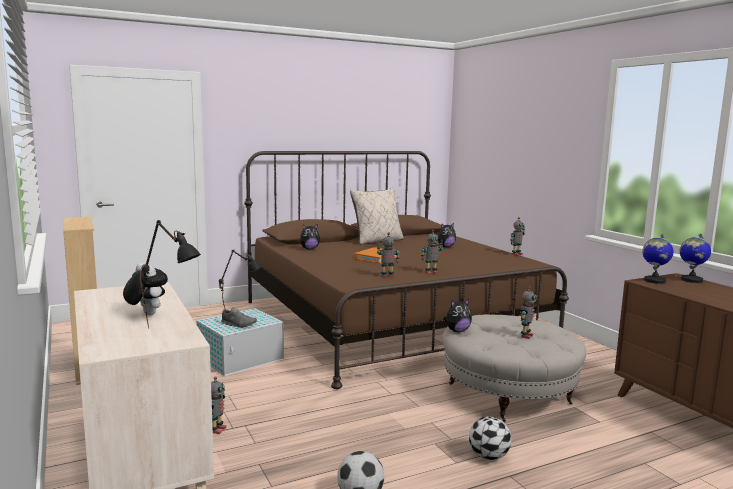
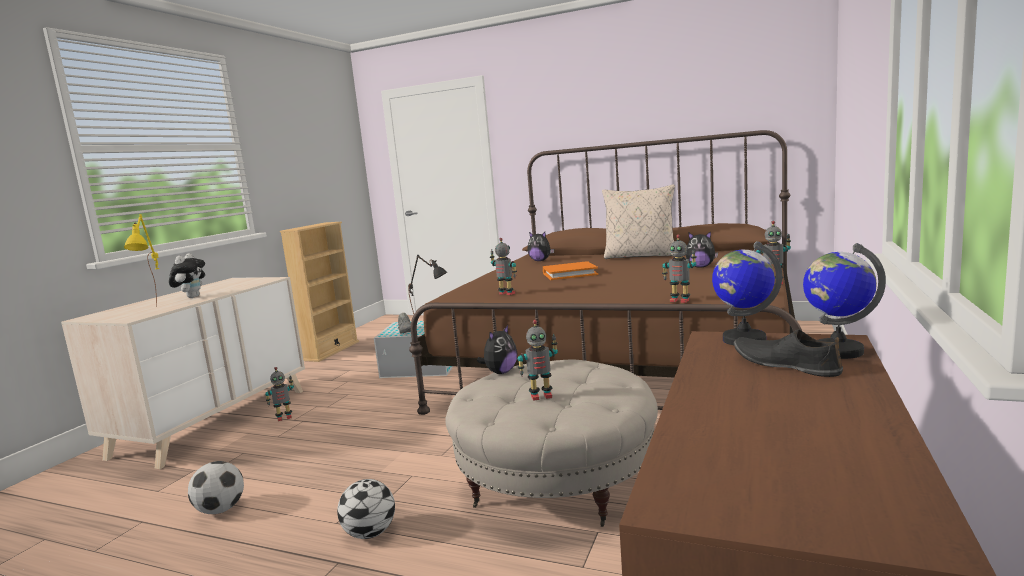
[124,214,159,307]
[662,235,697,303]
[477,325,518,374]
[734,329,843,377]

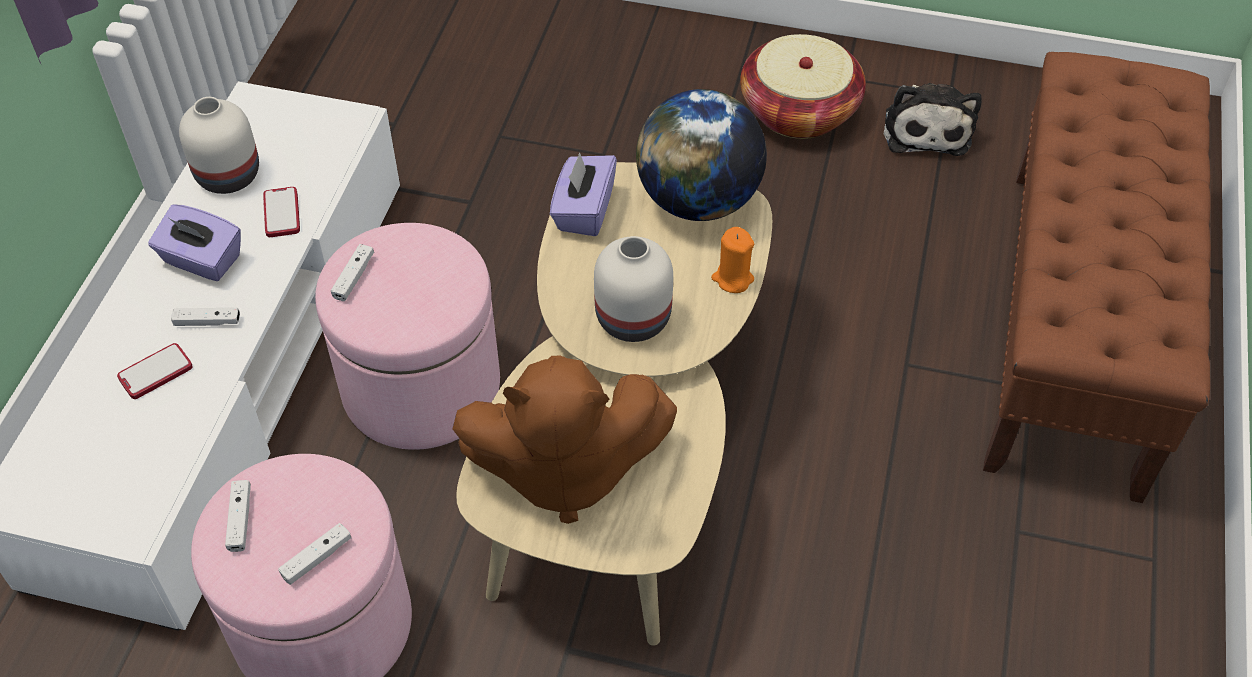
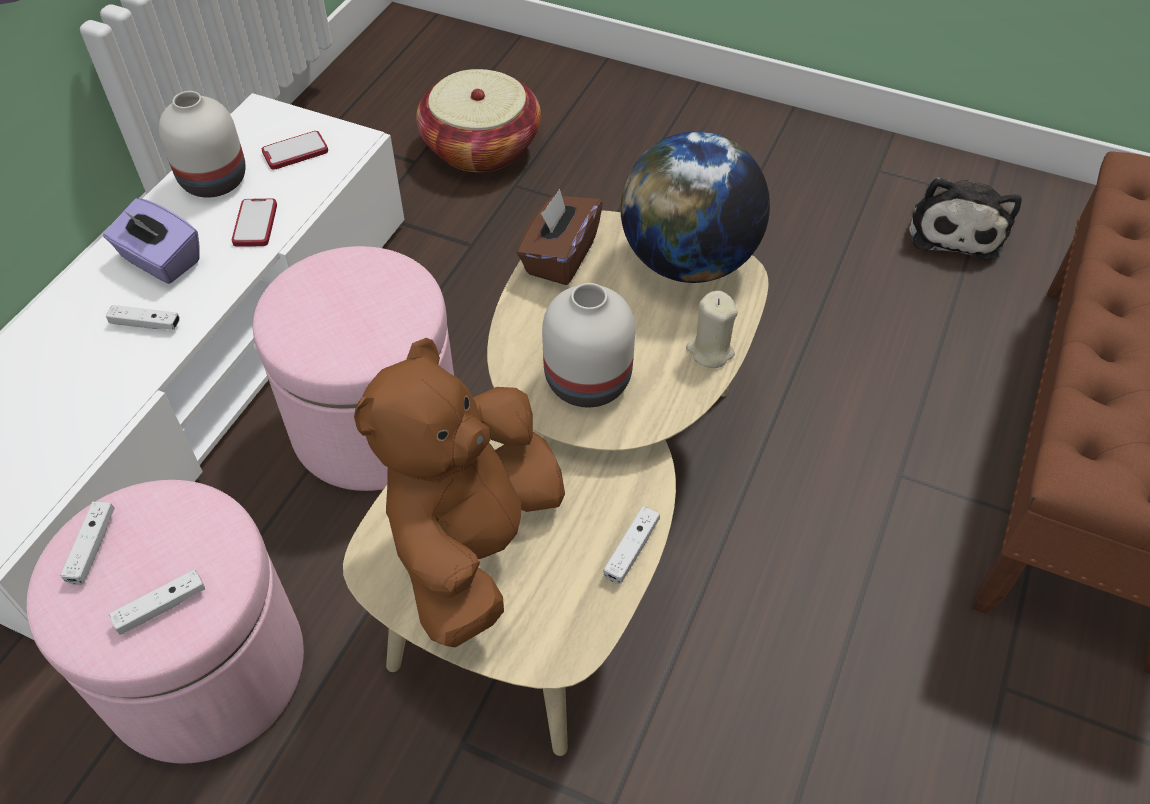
[262,131,328,170]
[604,506,660,584]
[354,338,565,648]
[517,188,603,285]
[686,291,738,368]
[416,69,541,172]

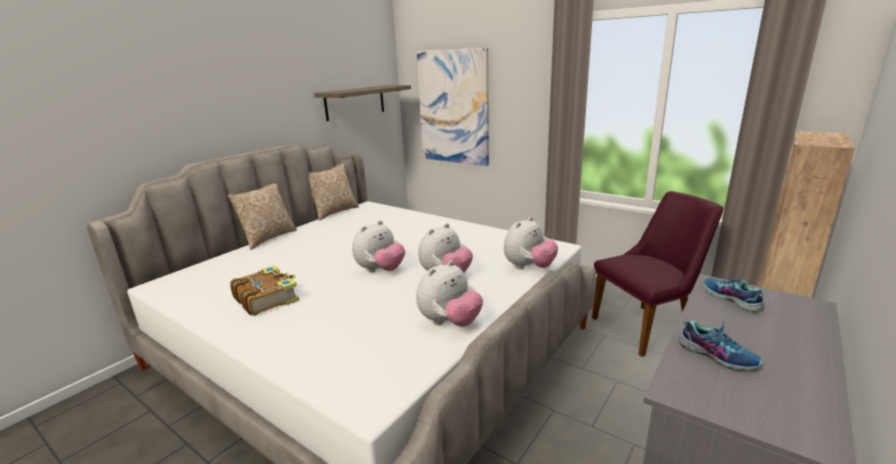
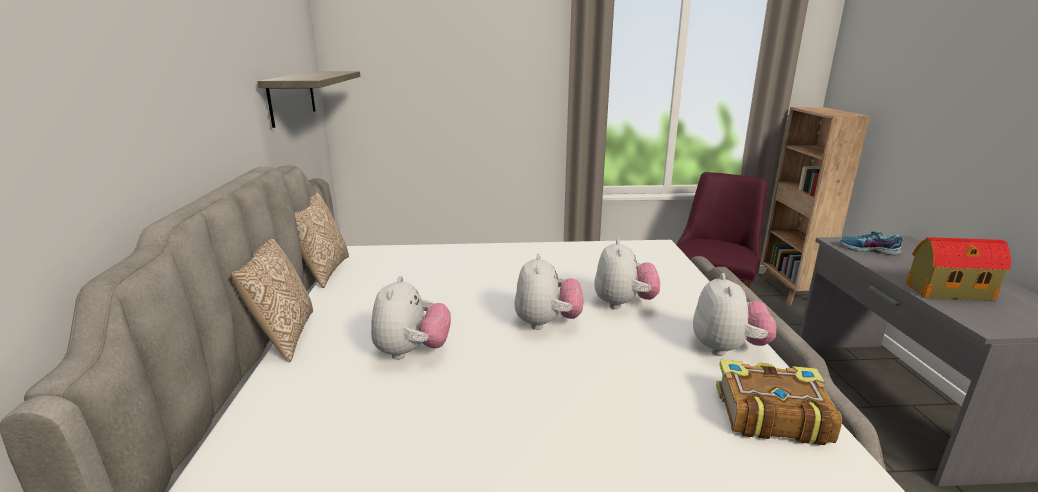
[716,360,842,445]
[417,48,489,166] (first image)
[371,276,451,360]
[906,237,1011,301]

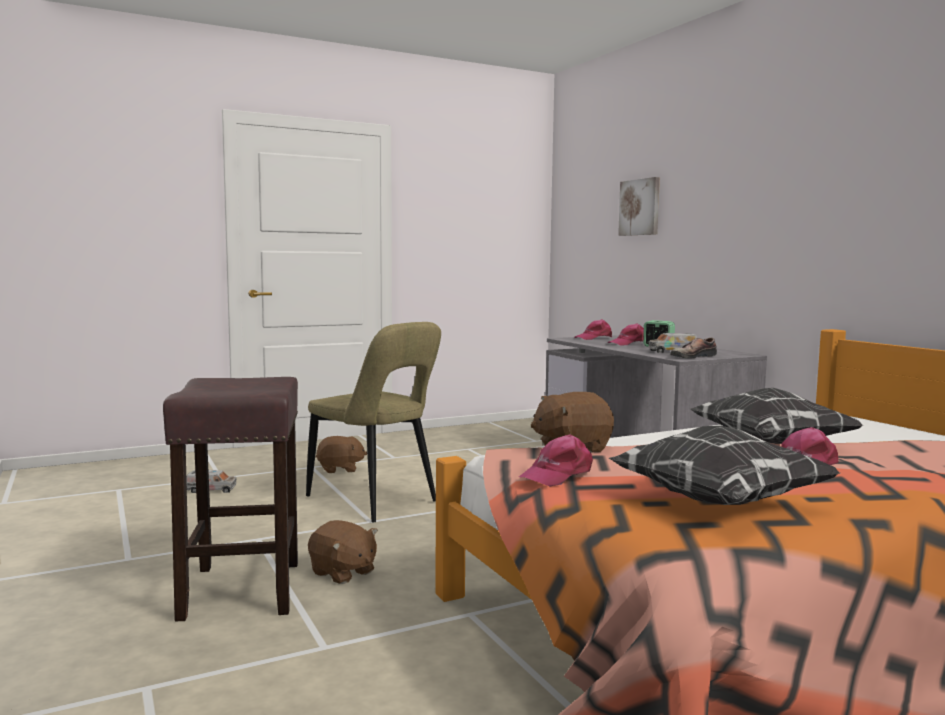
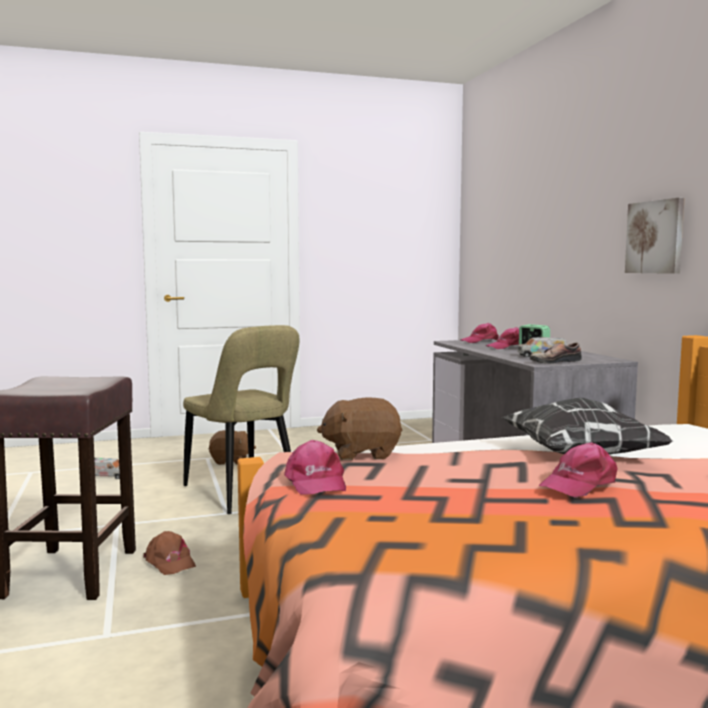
[143,531,196,575]
[284,440,346,495]
[609,426,840,505] (first image)
[625,198,684,274]

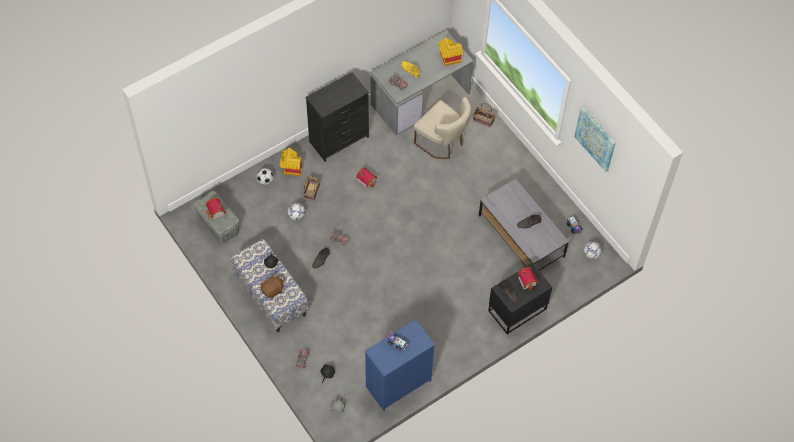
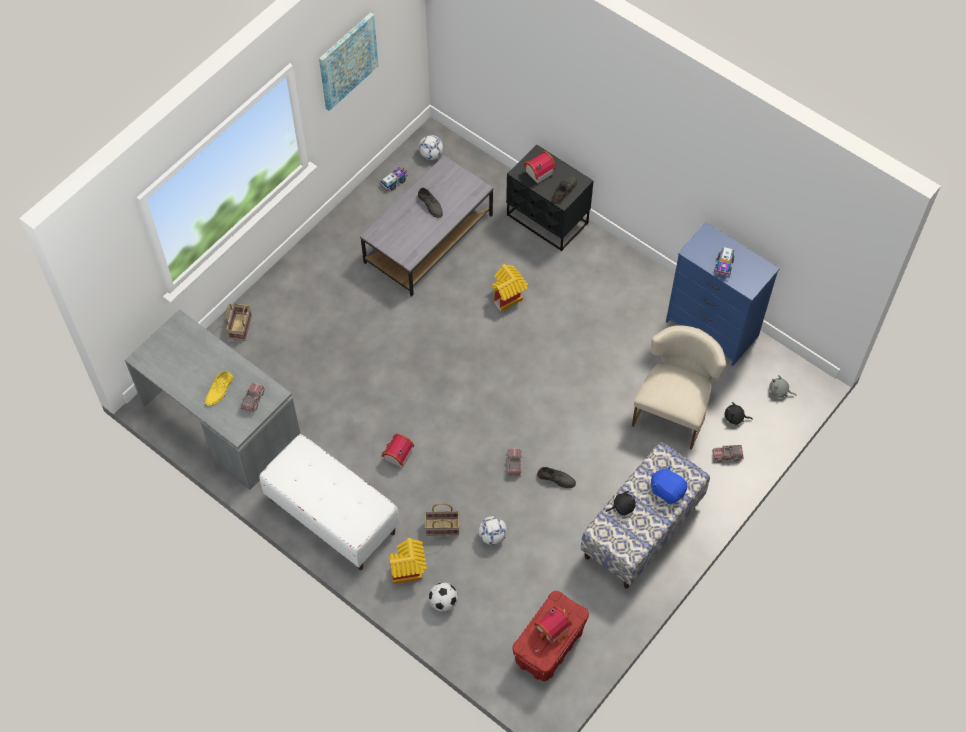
[513,591,589,681]
[651,465,688,504]
[259,434,399,570]
[632,325,726,450]
[492,264,528,311]

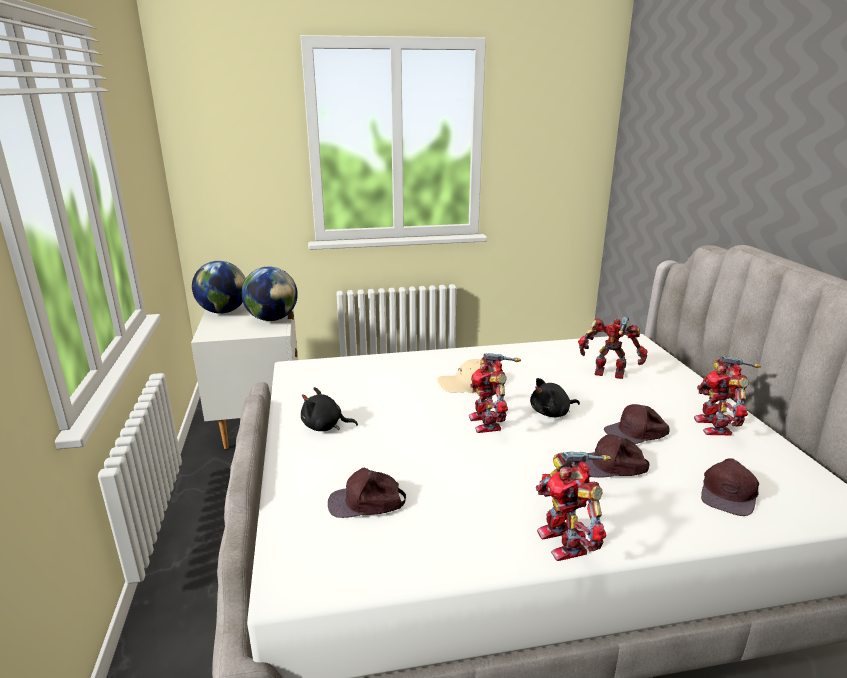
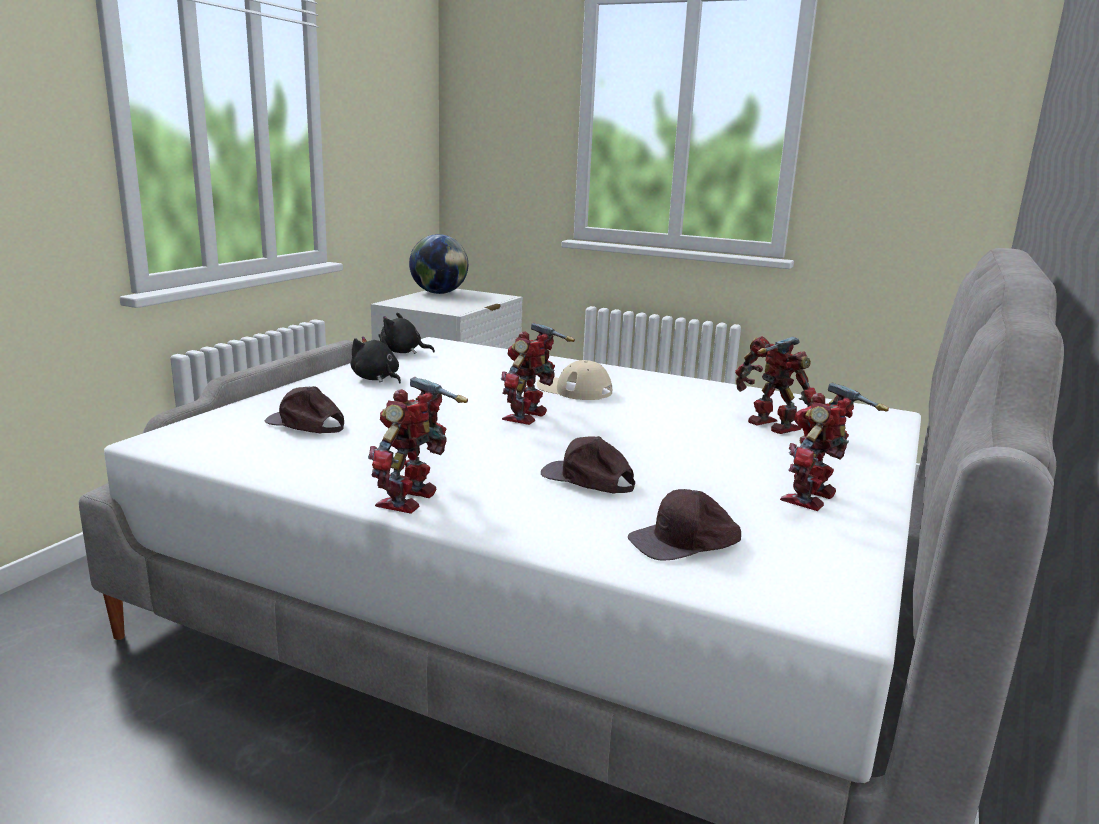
[241,267,298,321] (first image)
[381,313,435,354]
[604,404,670,444] (first image)

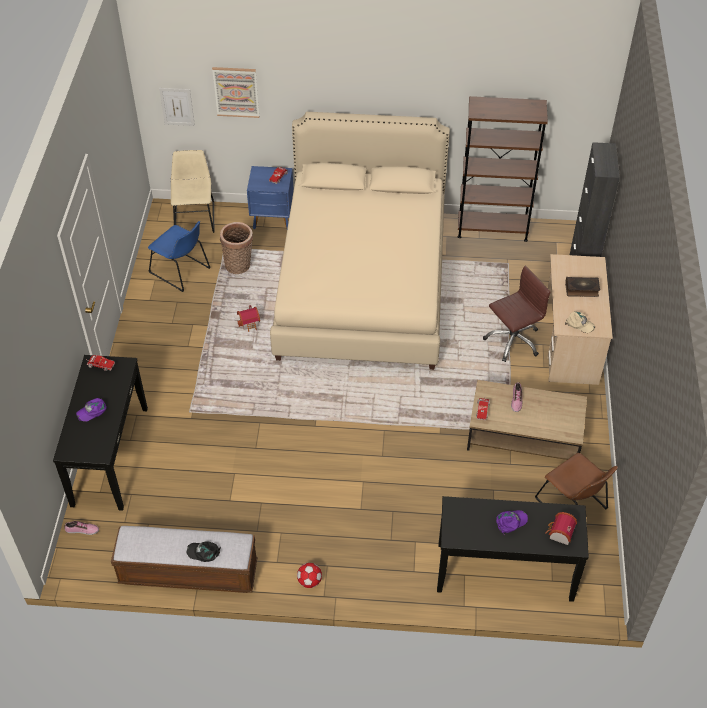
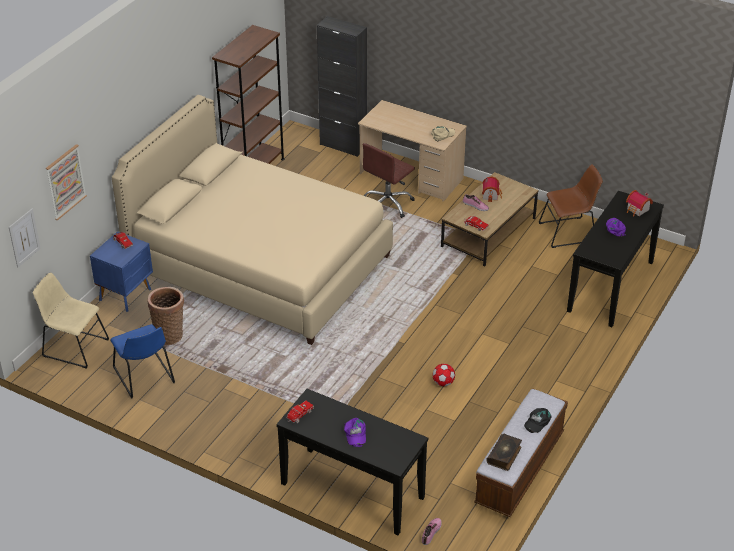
[110,324,175,399]
[482,176,502,202]
[432,364,455,386]
[363,143,415,218]
[486,434,522,471]

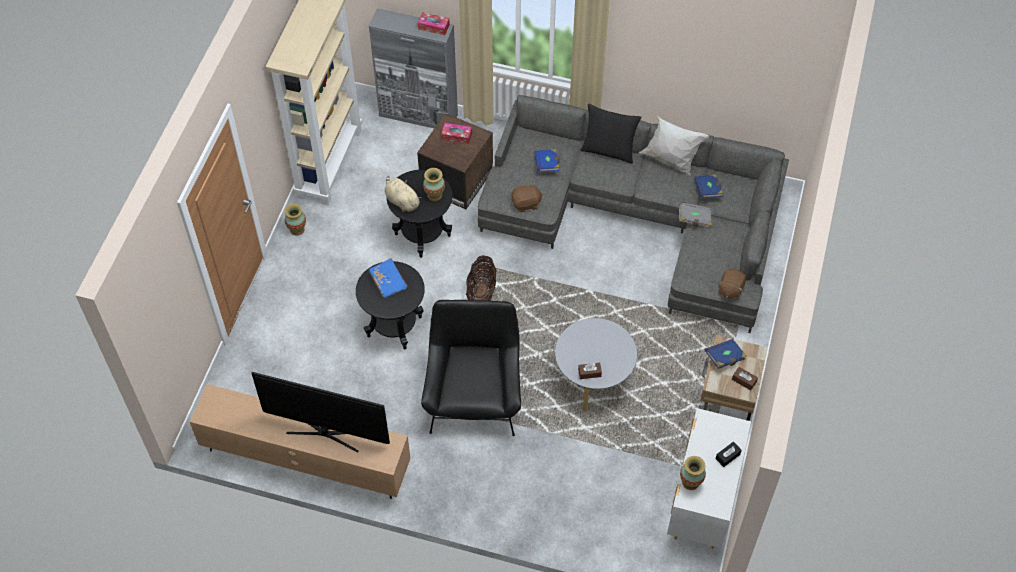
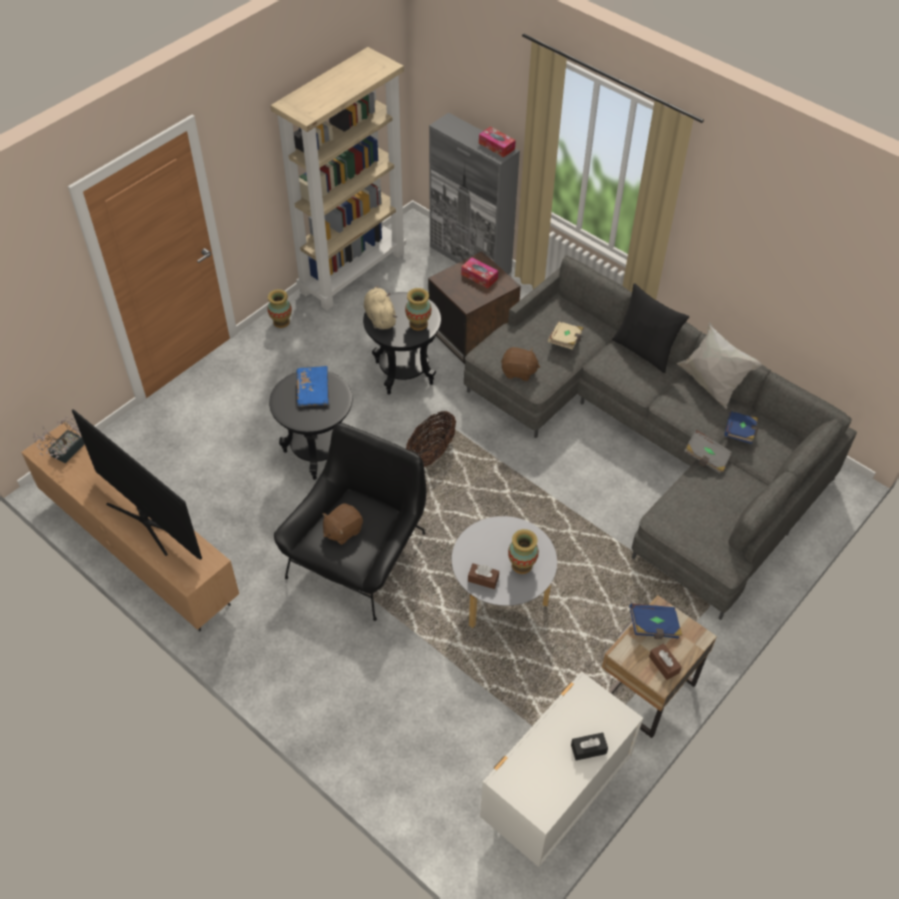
[548,322,583,350]
[508,529,539,574]
[322,504,363,545]
[33,416,85,463]

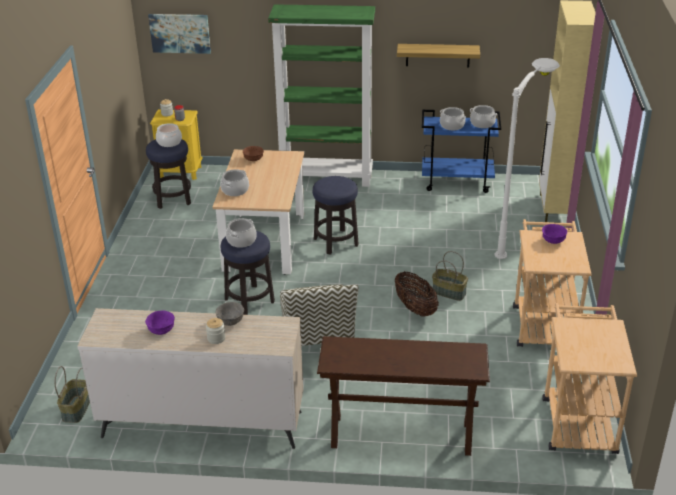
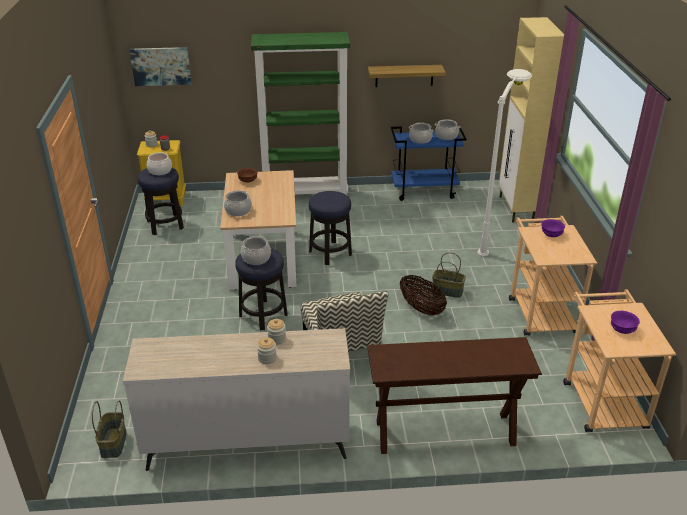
[611,311,640,334]
[267,319,286,345]

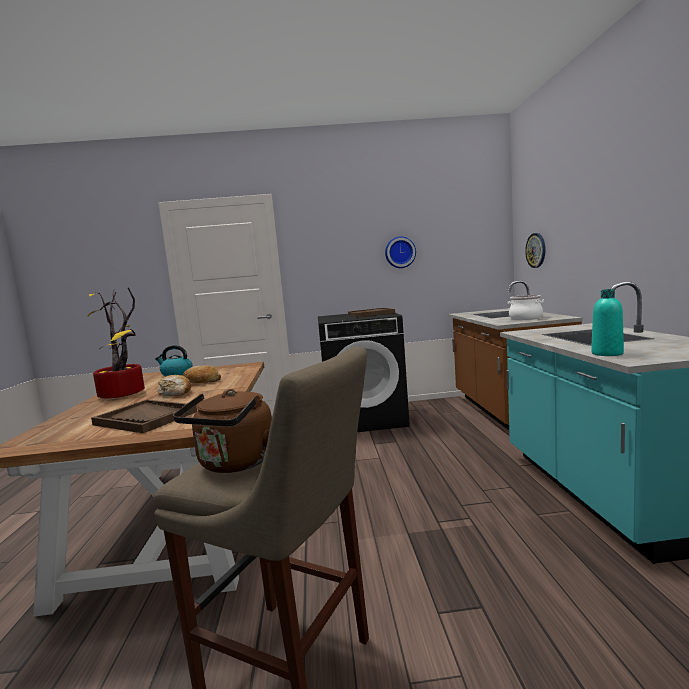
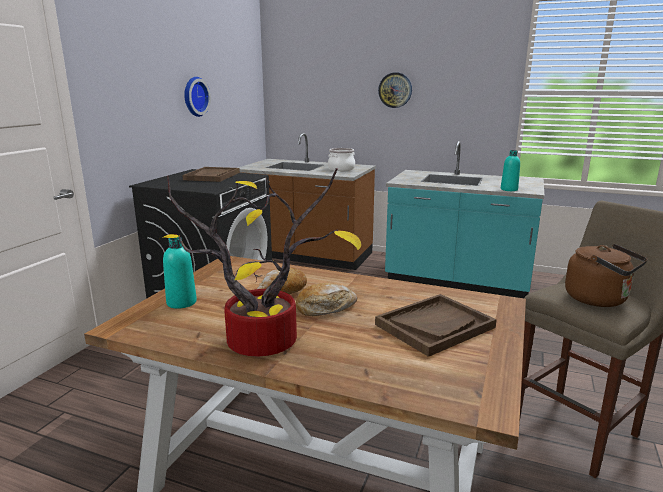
[163,237,197,309]
[378,72,412,108]

